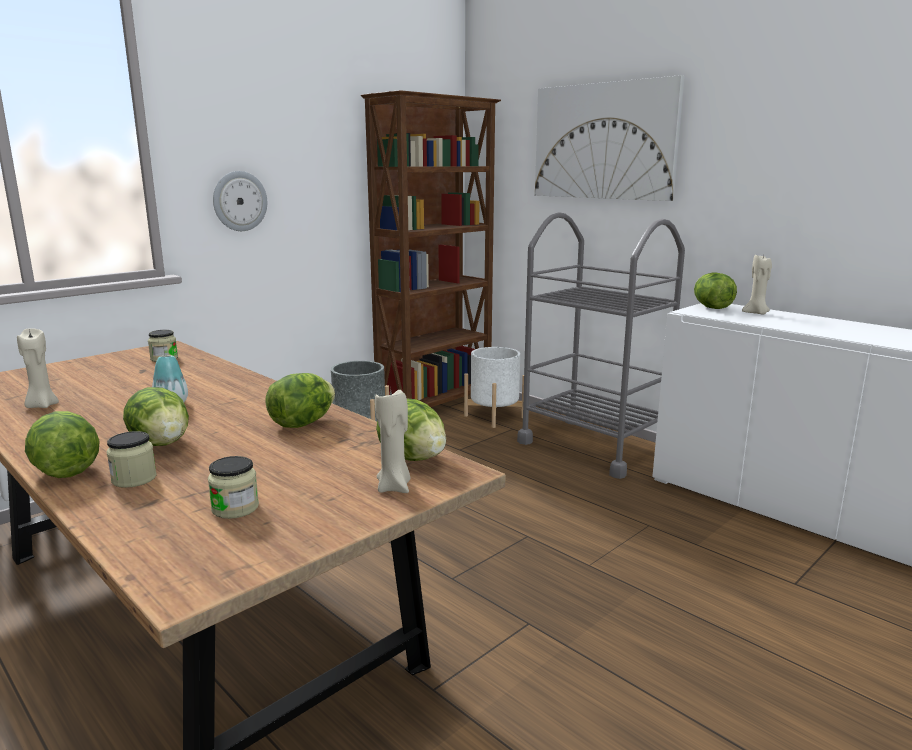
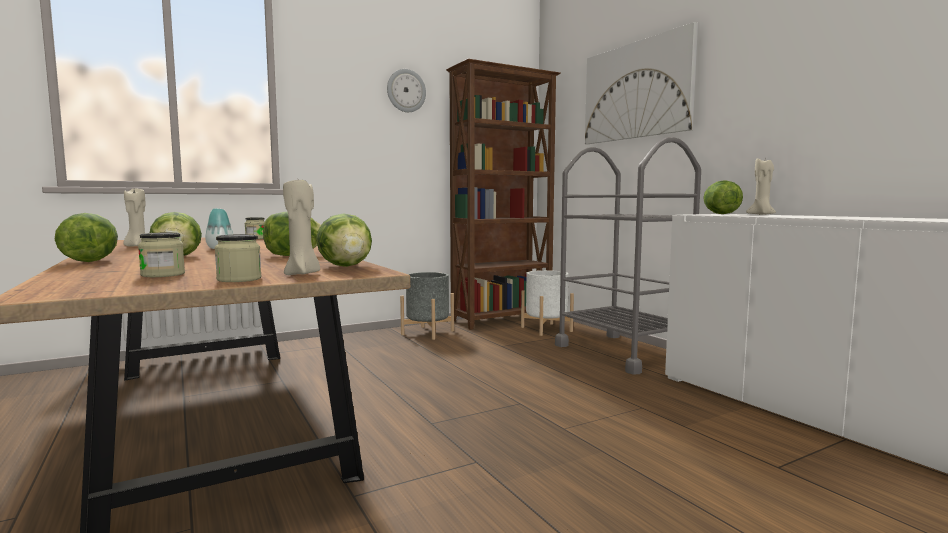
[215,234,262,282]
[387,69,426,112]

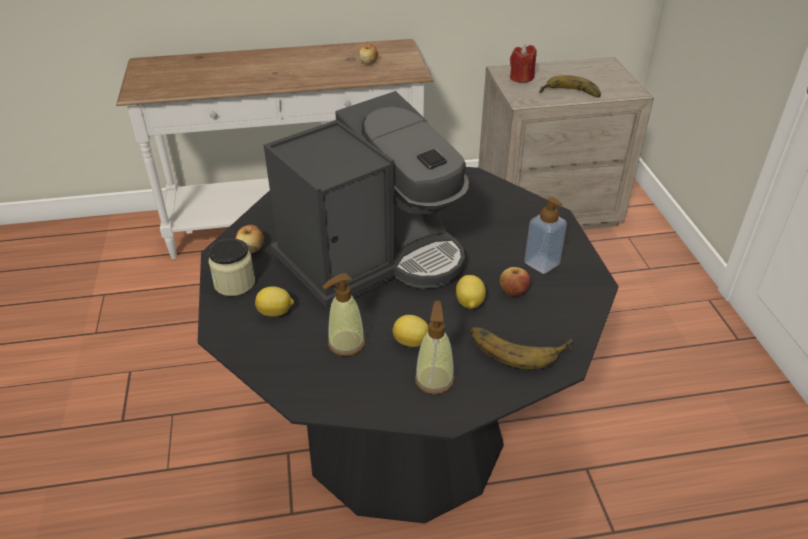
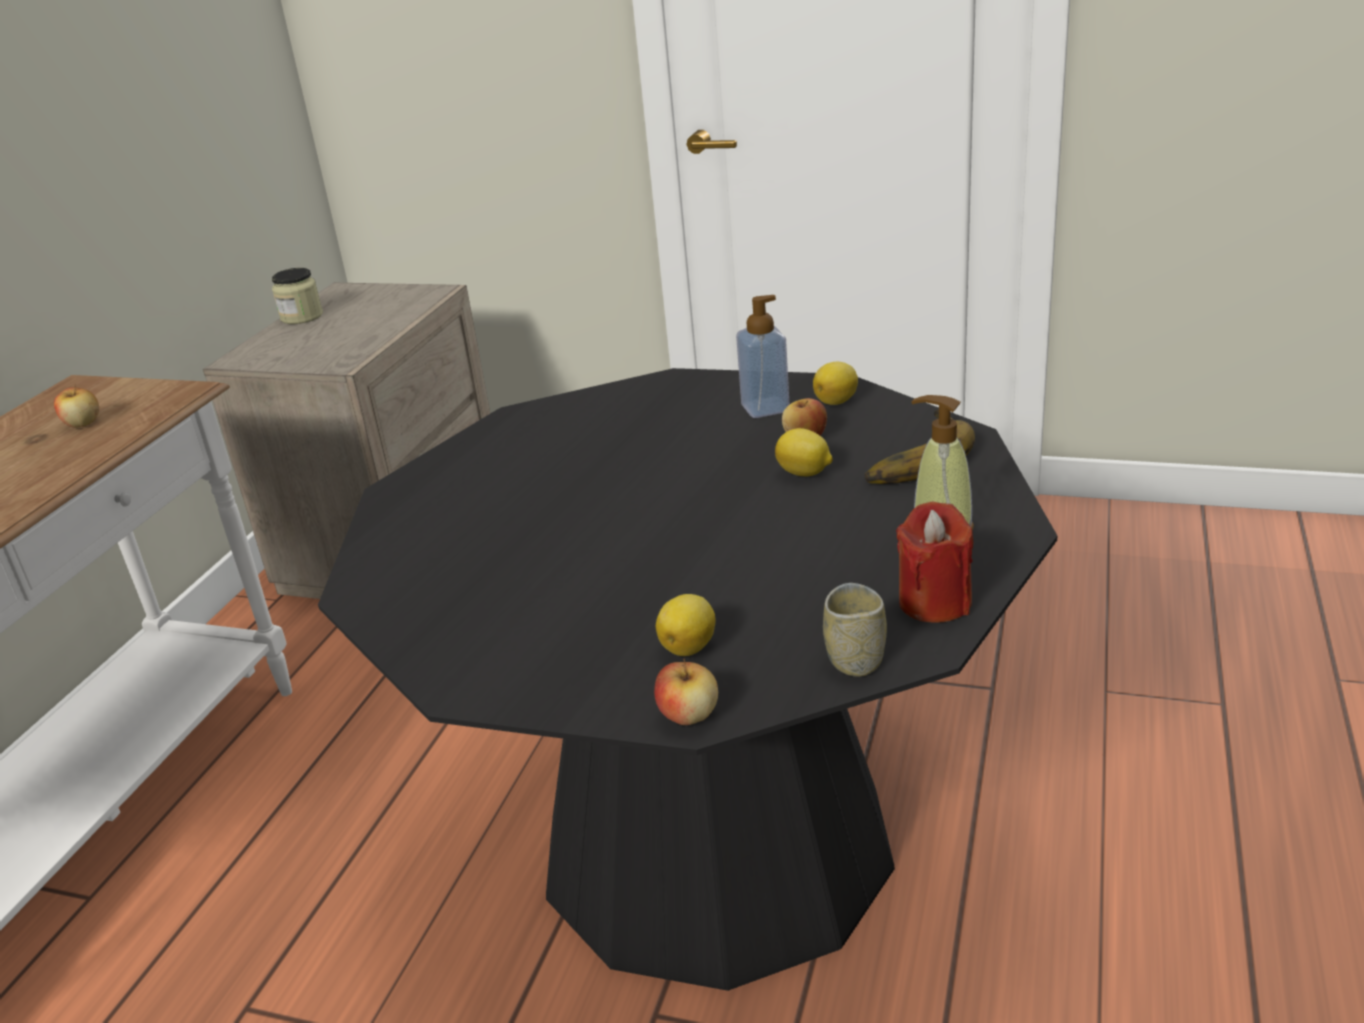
[272,268,323,324]
[654,658,718,725]
[264,91,469,309] (first image)
[323,273,365,356] (first image)
[813,362,858,405]
[896,502,973,623]
[539,75,601,98] (first image)
[823,583,887,677]

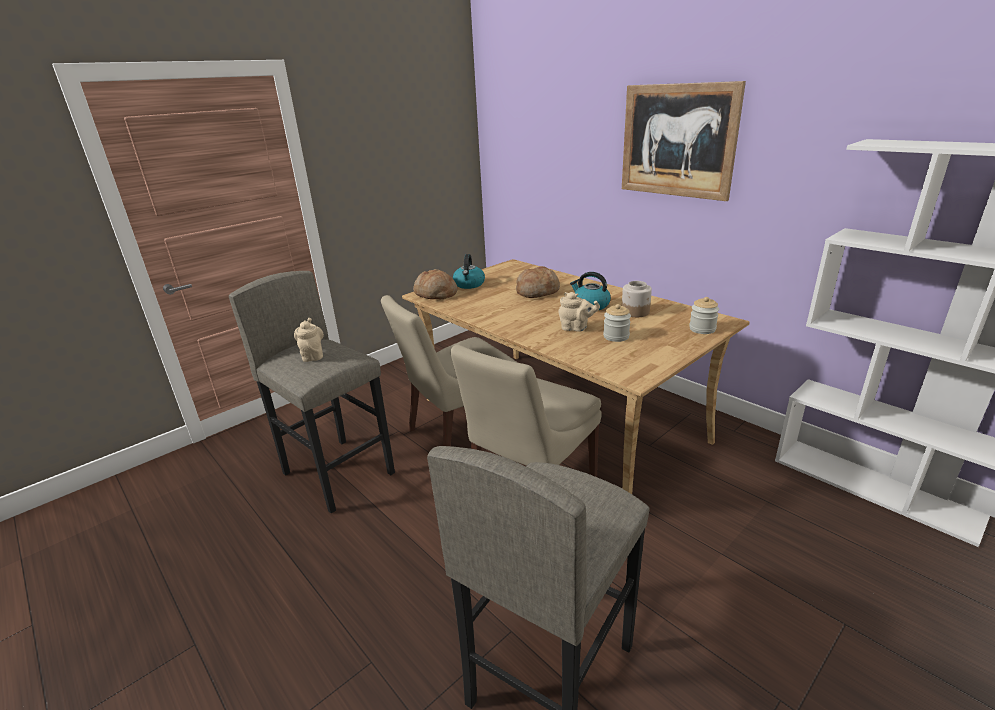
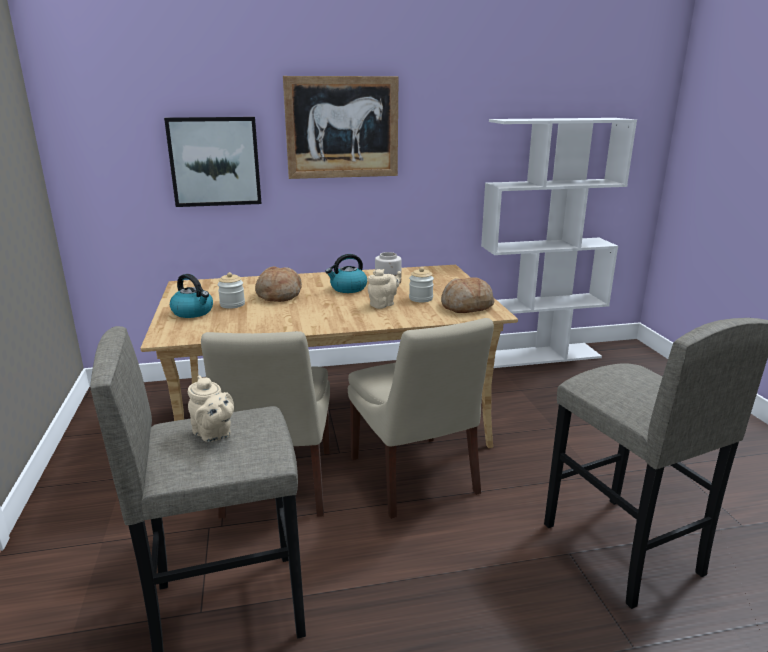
[188,375,234,442]
[441,278,494,313]
[218,272,245,309]
[164,117,262,207]

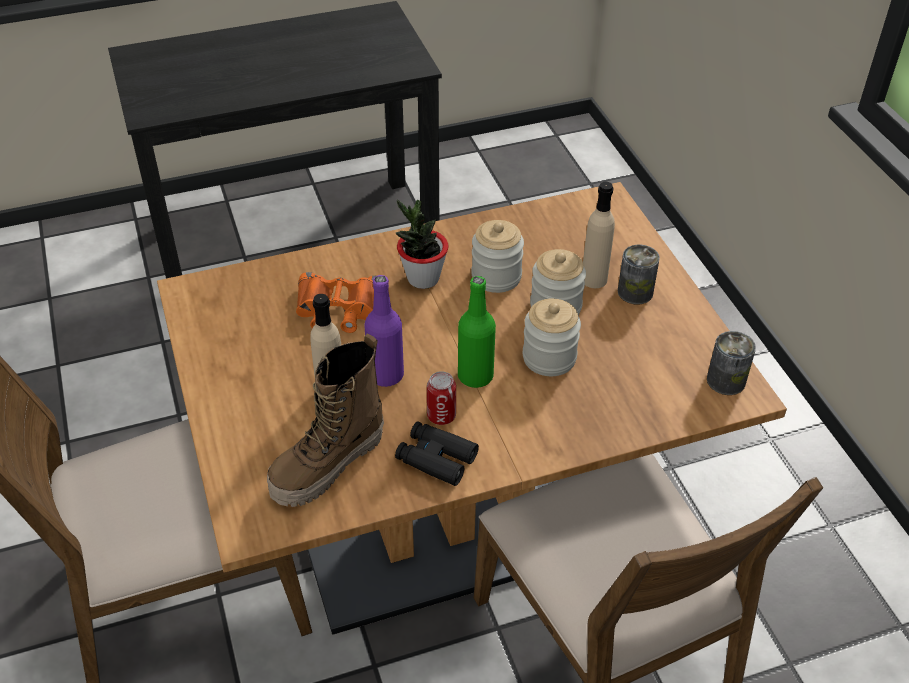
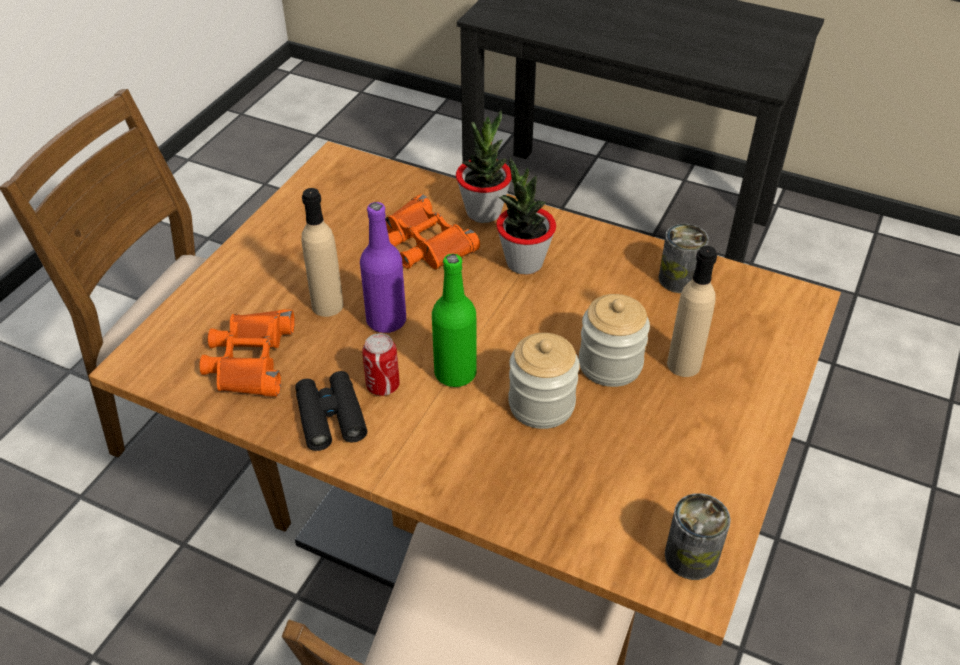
[199,310,295,396]
[471,220,524,293] (first image)
[659,224,709,293]
[456,110,512,223]

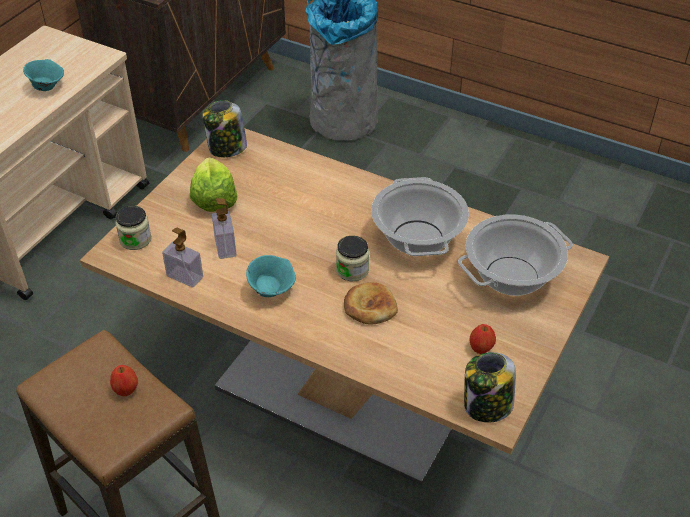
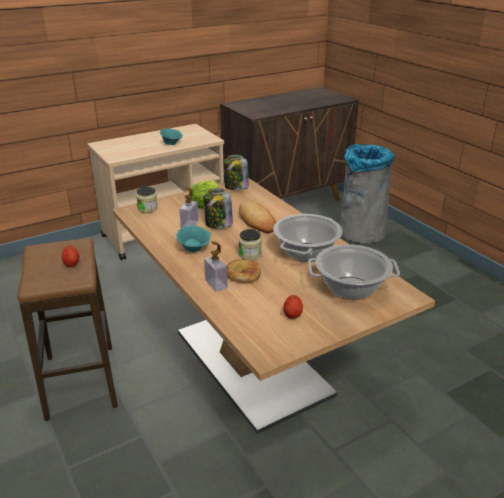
[204,242,228,292]
[204,188,233,229]
[239,200,276,233]

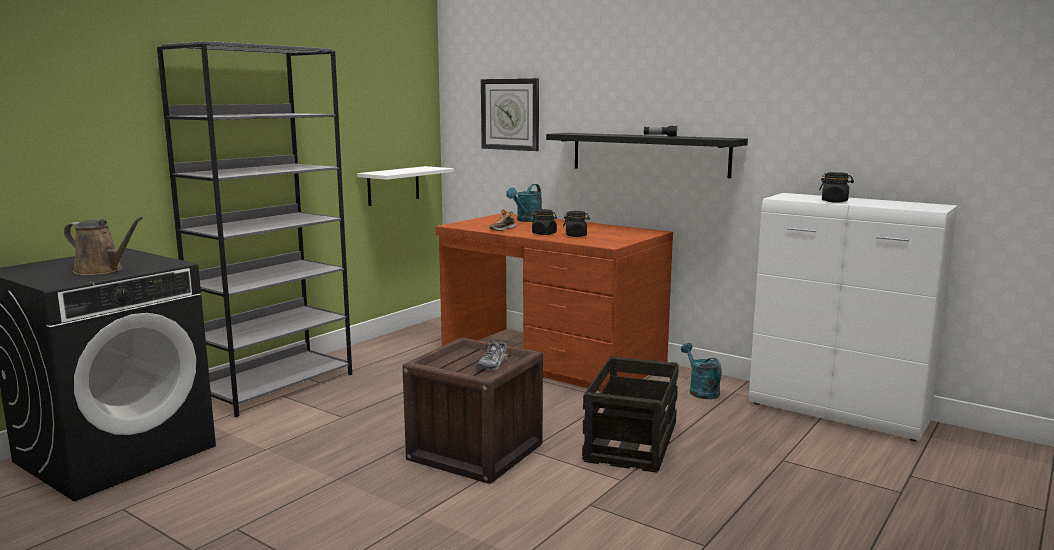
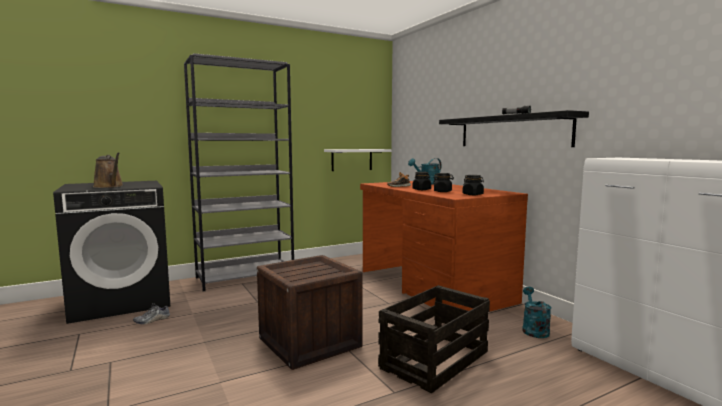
[133,303,170,325]
[481,78,539,151] (first image)
[463,175,484,195]

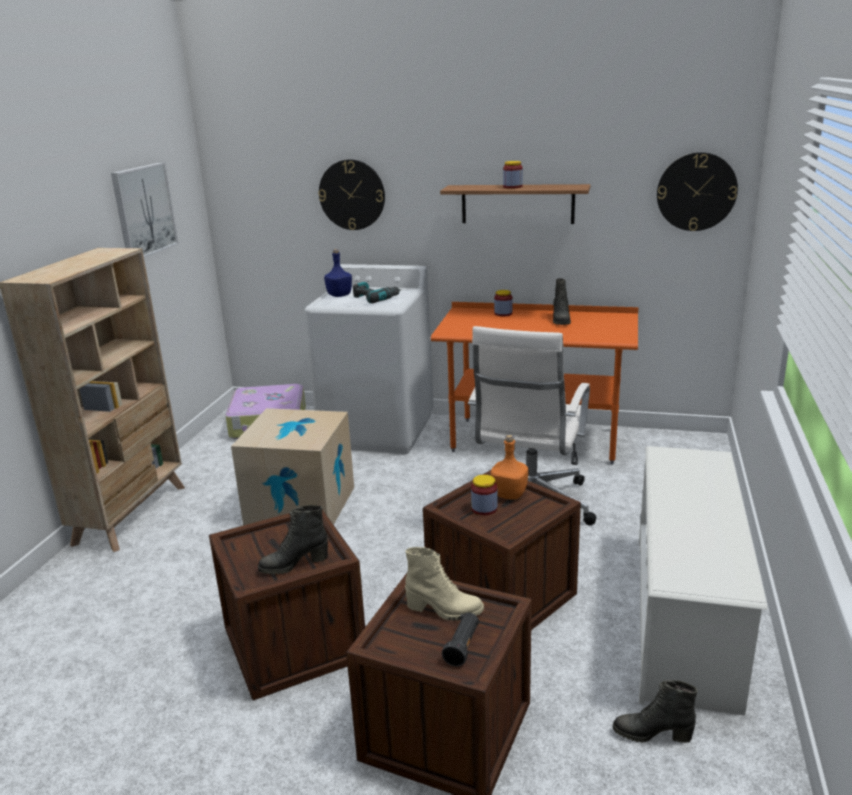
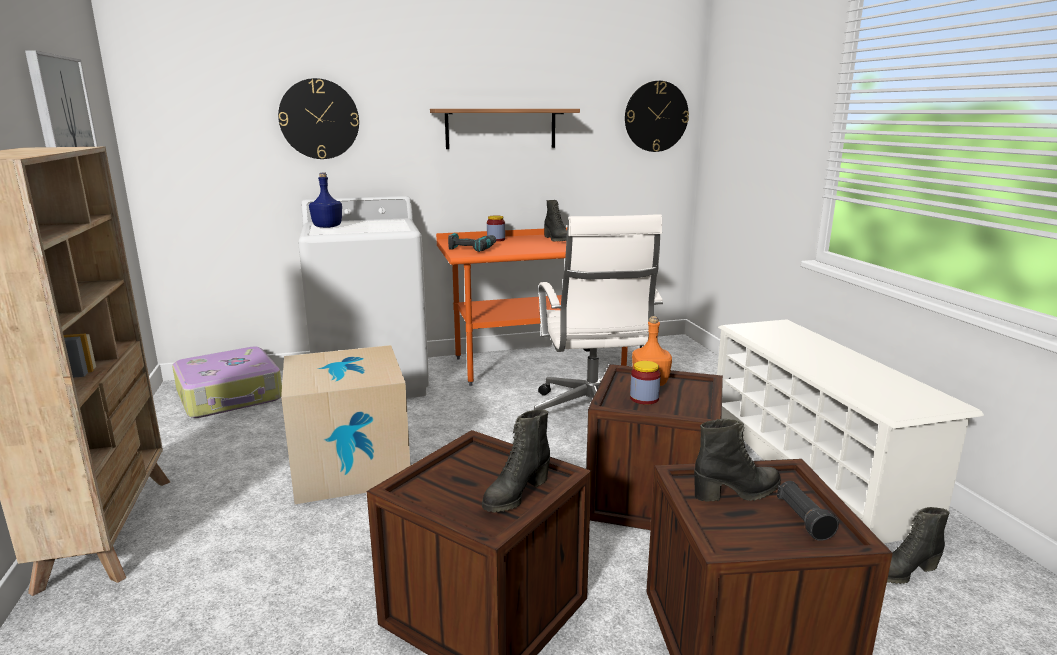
[448,233,496,252]
[694,419,781,502]
[503,161,523,189] (first image)

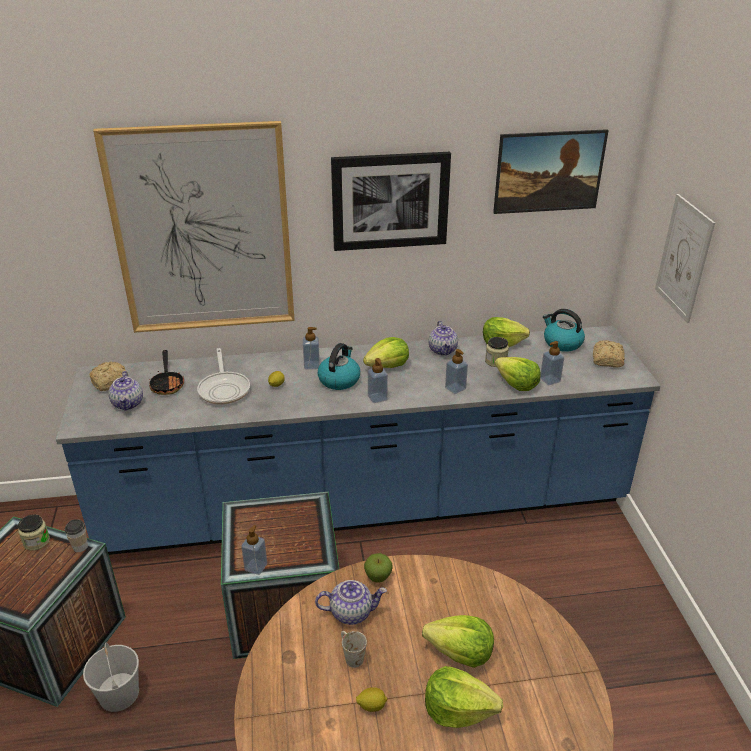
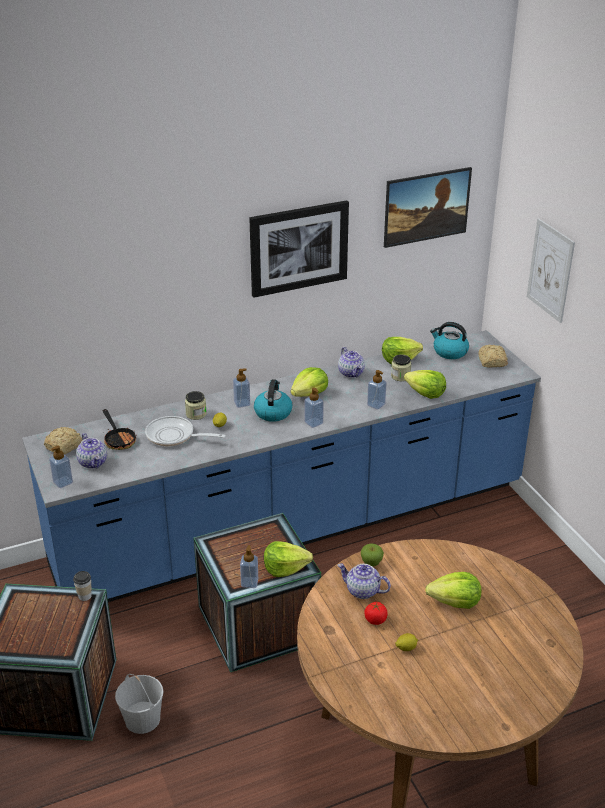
[185,391,207,420]
[93,121,295,333] (first image)
[145,416,226,446]
[337,563,391,599]
[364,602,388,625]
[264,541,313,577]
[49,445,73,488]

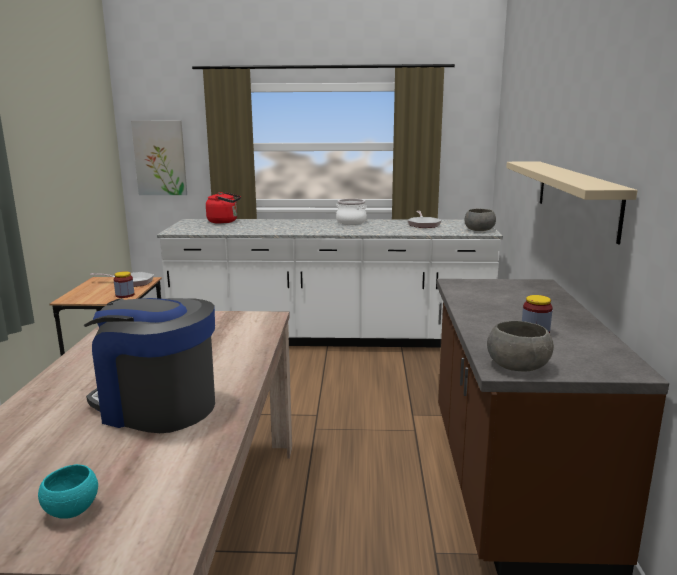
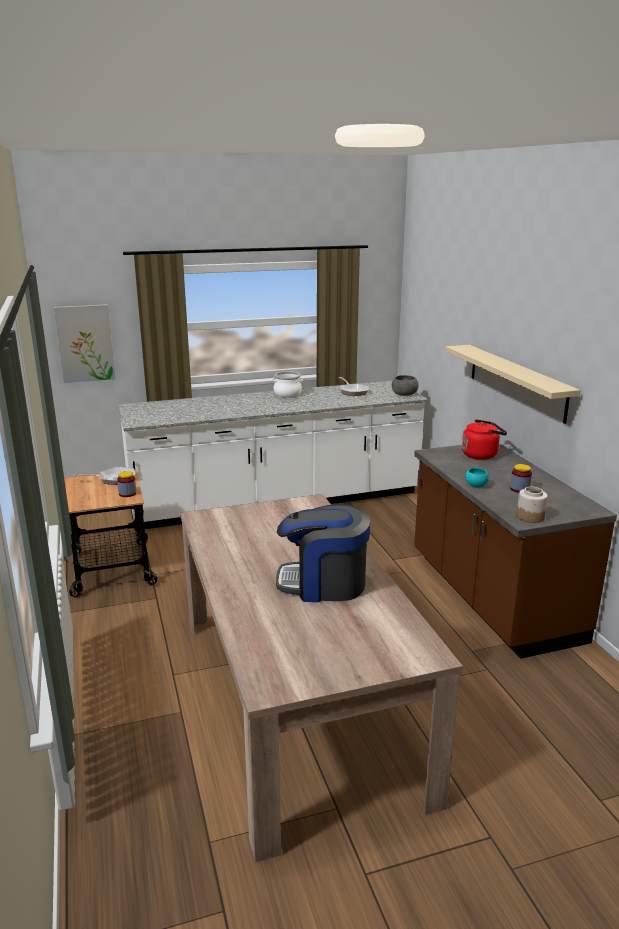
[466,468,489,488]
[462,419,507,460]
[517,487,548,523]

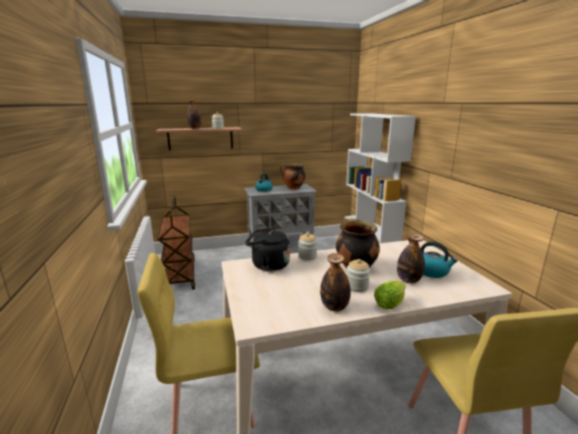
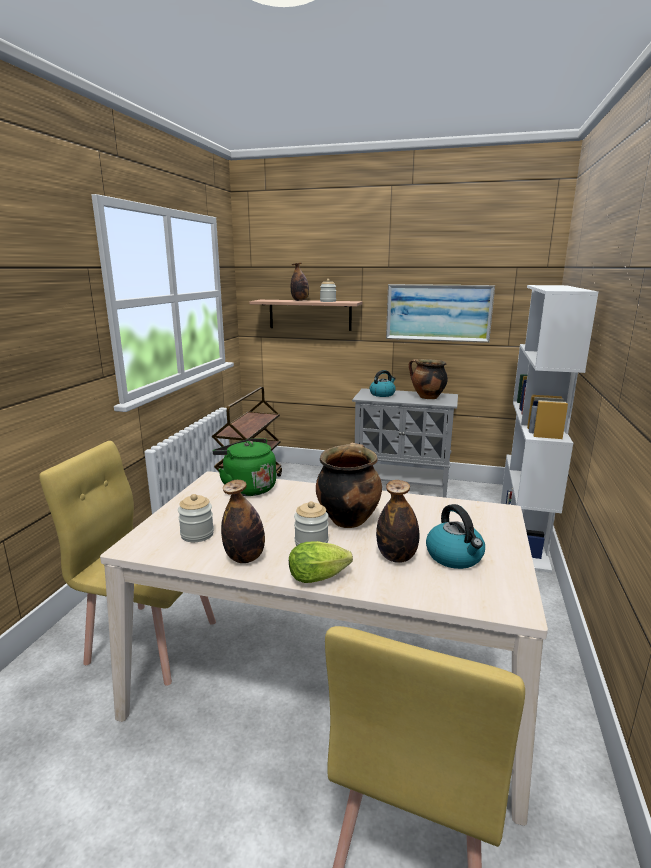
[212,438,276,496]
[178,494,214,542]
[386,284,495,343]

